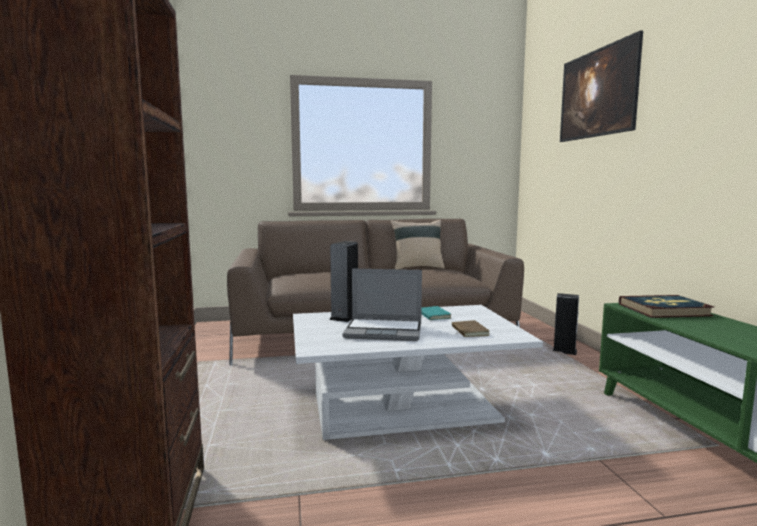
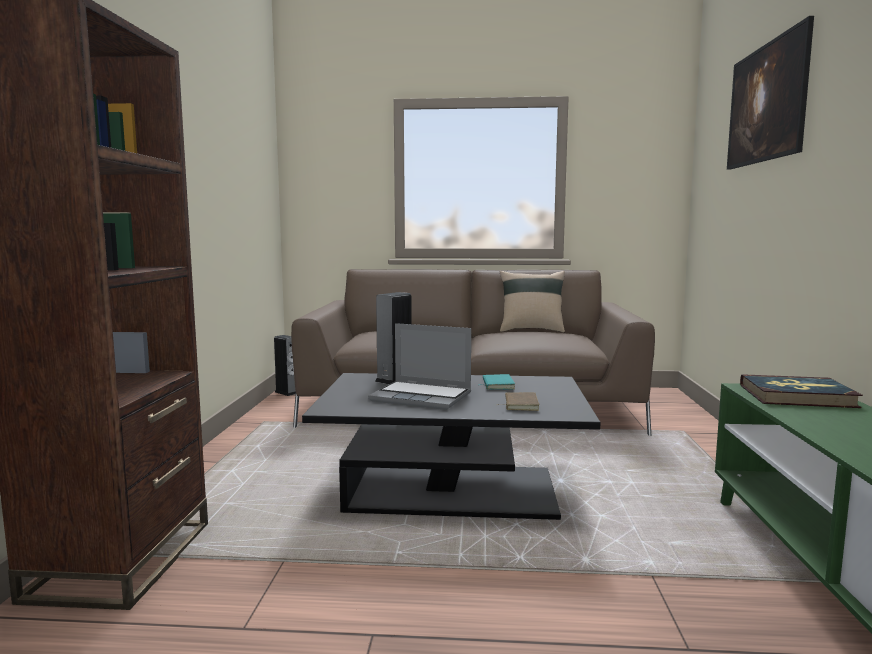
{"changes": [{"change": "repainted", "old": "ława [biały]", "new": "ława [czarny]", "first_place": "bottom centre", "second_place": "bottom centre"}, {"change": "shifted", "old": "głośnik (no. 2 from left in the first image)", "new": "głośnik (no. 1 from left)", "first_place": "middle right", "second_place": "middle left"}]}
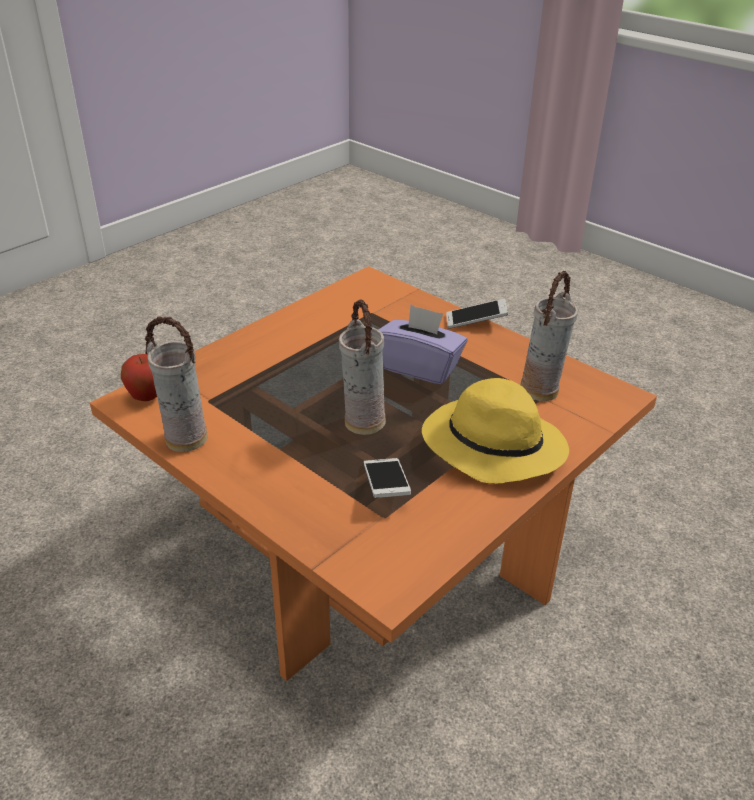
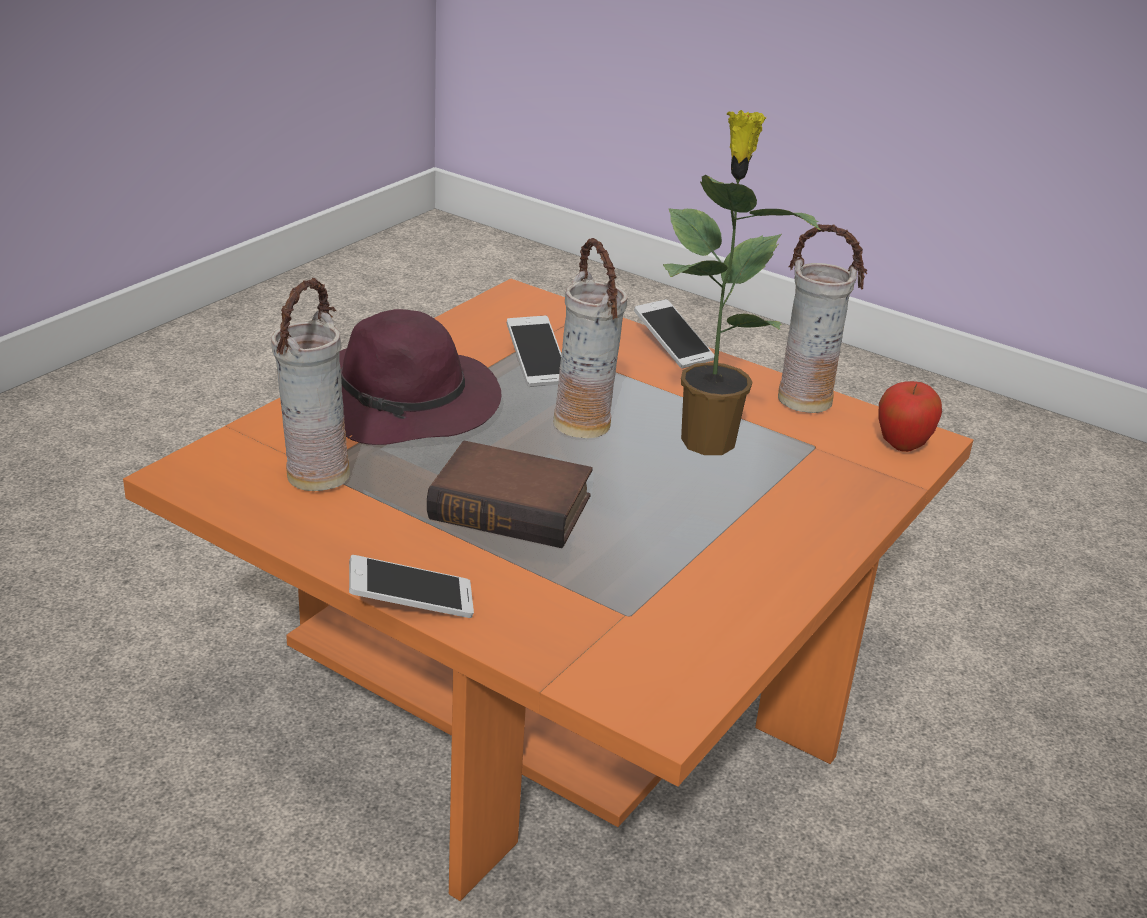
{"changes": [{"change": "swapped", "old": "pudełko chusteczek [fioletowy]", "new": "książka", "first_place": "centre", "second_place": "centre"}, {"change": "repainted", "old": "kapelusz [żółty]", "new": "kapelusz [fioletowy]", "first_place": "centre", "second_place": "centre"}, {"change": "new", "new": "telefon (no. 3 from left)", "second_place": "centre"}, {"change": "new", "new": "roślina doniczkowa", "second_place": "top centre"}]}
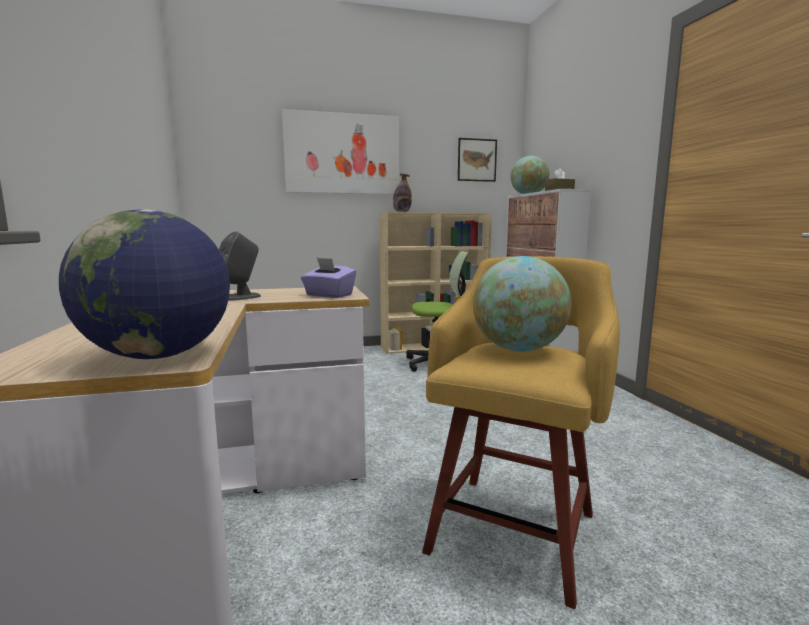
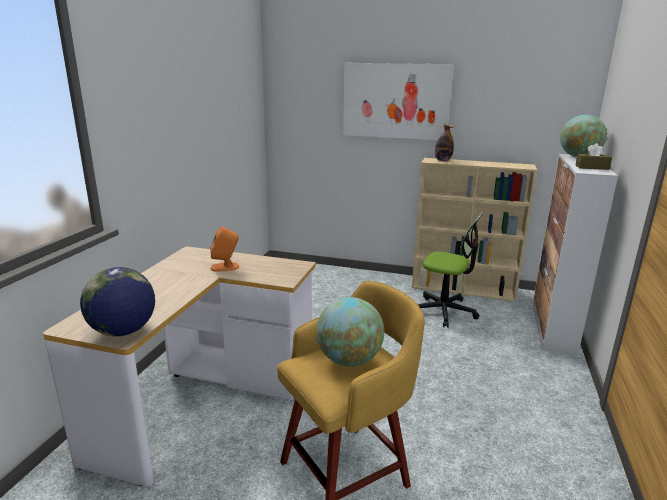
{"changes": [{"change": "repainted", "old": "głośnik [szary]", "new": "głośnik [pomarańczowy]", "first_place": "middle left", "second_place": "centre"}, {"change": "gone", "old": "pudełko chusteczek [fioletowy]", "first_place": "centre"}, {"change": "gone", "old": "obraz (no. 2 from left)", "first_place": "top centre"}]}
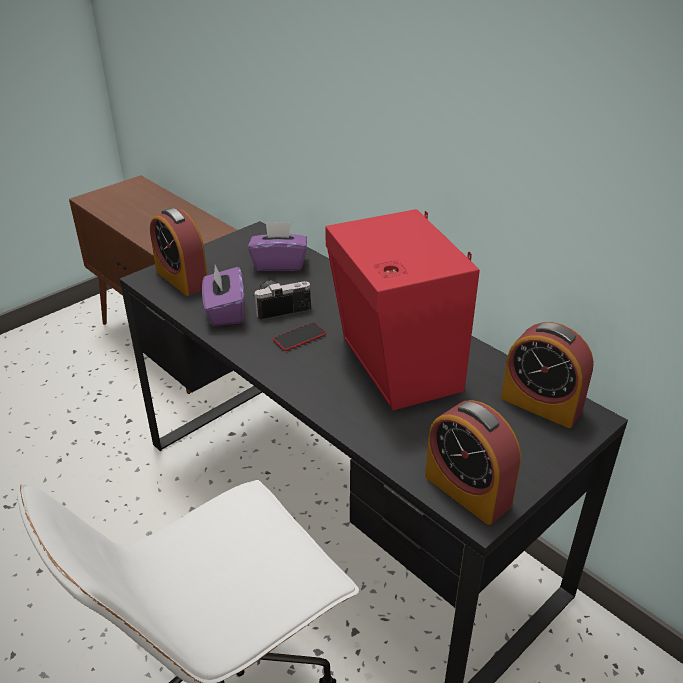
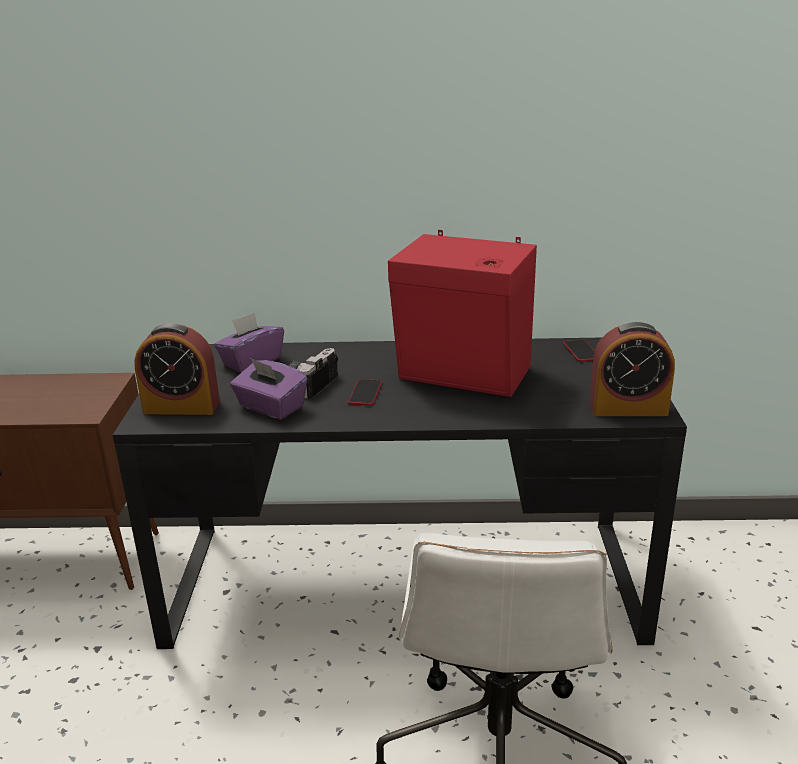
{"changes": [{"change": "swapped", "old": "budzik (no. 3 from left)", "new": "telefon (no. 2 from left)", "first_place": "middle right", "second_place": "middle right"}]}
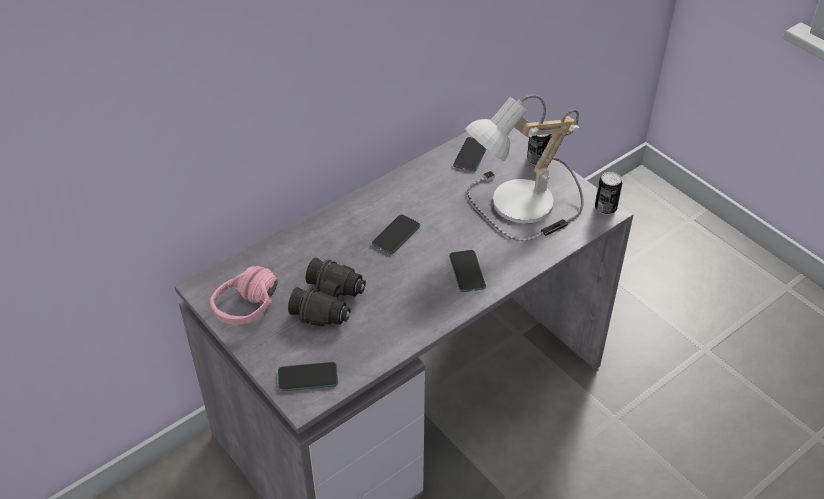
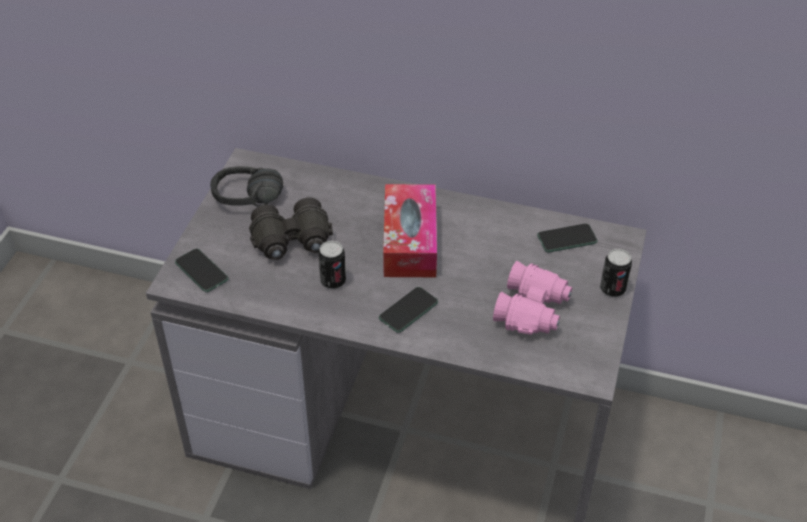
{"changes": [{"change": "repainted", "old": "słuchawki [różowy]", "new": "słuchawki [czarny]", "first_place": "middle left", "second_place": "middle left"}, {"change": "swapped", "old": "telefon (no. 2 from left)", "new": "pudełko chusteczek", "first_place": "centre", "second_place": "centre"}, {"change": "swapped", "old": "lampa stołowa", "new": "lornetka [różowy]", "first_place": "centre", "second_place": "centre"}, {"change": "shifted", "old": "puszka (no. 2 from left in the first image)", "new": "puszka (no. 1 from left)", "first_place": "middle right", "second_place": "centre"}]}
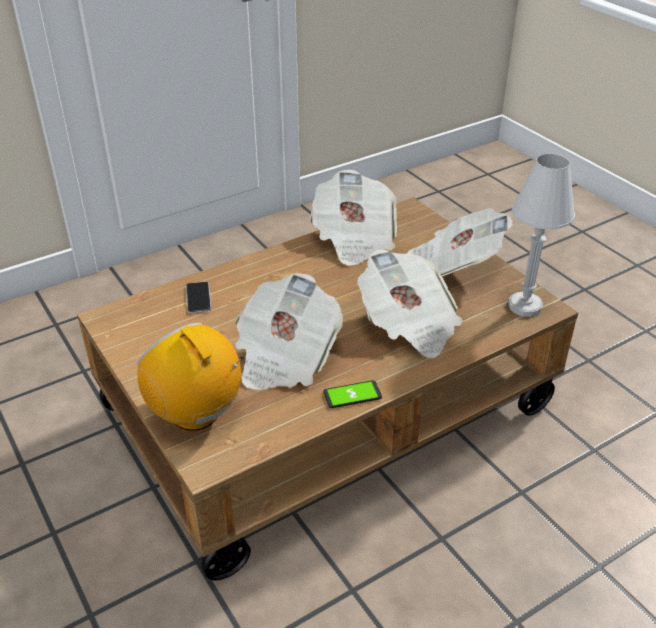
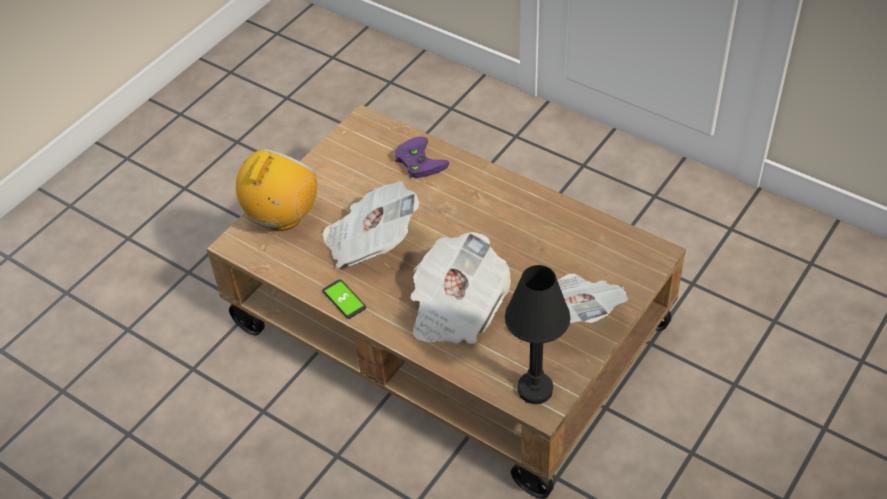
{"changes": [{"change": "swapped", "old": "telefon (no. 1 from left)", "new": "pad do gier [fioletowy]", "first_place": "middle left", "second_place": "top centre"}, {"change": "gone", "old": "gazeta (no. 2 from left)", "first_place": "centre"}, {"change": "repainted", "old": "lampa stołowa [biały]", "new": "lampa stołowa [czarny]", "first_place": "middle right", "second_place": "bottom centre"}]}
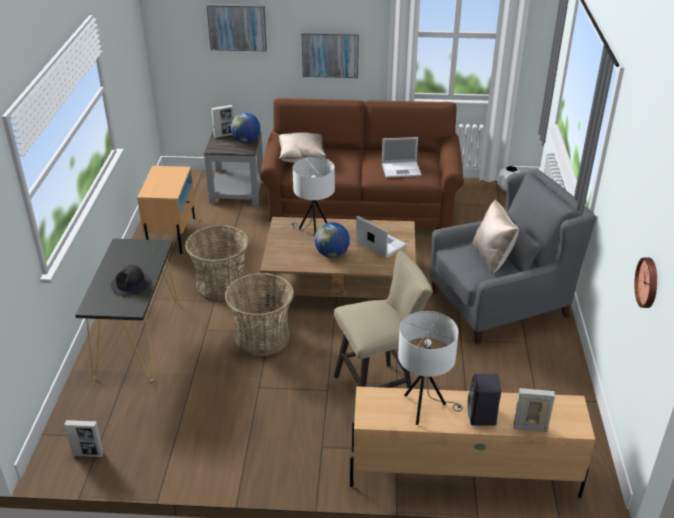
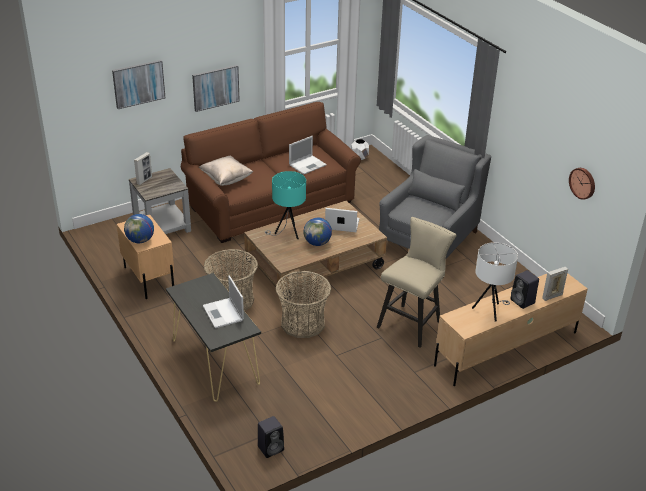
{"changes": [{"change": "swapped", "old": "ramka na zdjęcie (no. 1 from left)", "new": "głośnik [czarny] (no. 1 from left)", "first_place": "bottom left", "second_place": "bottom centre"}, {"change": "swapped", "old": "kapelusz [czarny]", "new": "laptop (no. 1 from left)", "first_place": "middle left", "second_place": "centre"}, {"change": "shifted", "old": "globus (no. 1 from left)", "first_place": "top centre", "second_place": "middle left"}, {"change": "repainted", "old": "lampa stołowa [biały] (no. 1 from left)", "new": "lampa stołowa [turkusowy]", "first_place": "centre", "second_place": "centre"}, {"change": "gone", "old": "poduszka [beżowy] (no. 2 from left)", "first_place": "middle right"}]}
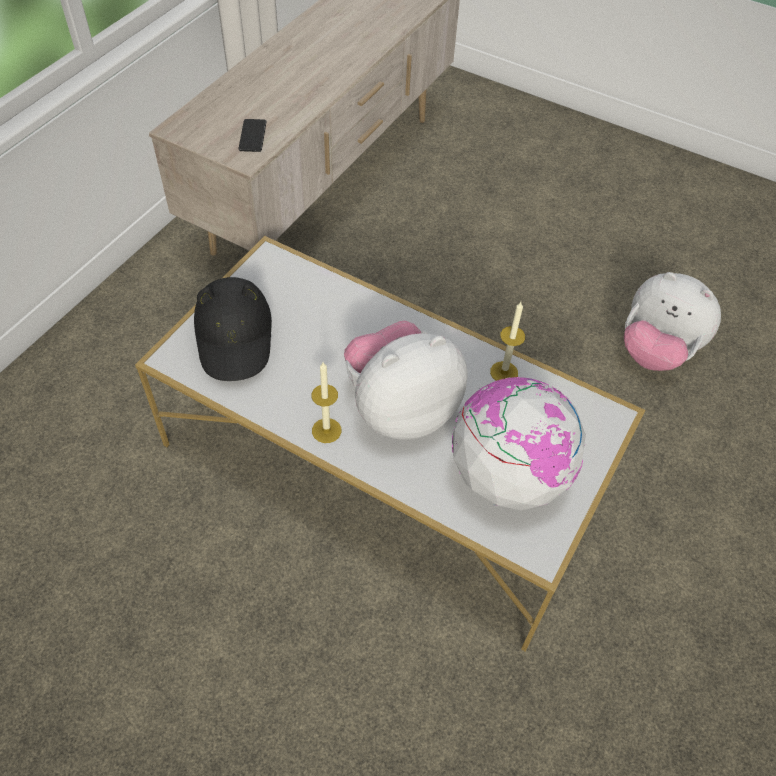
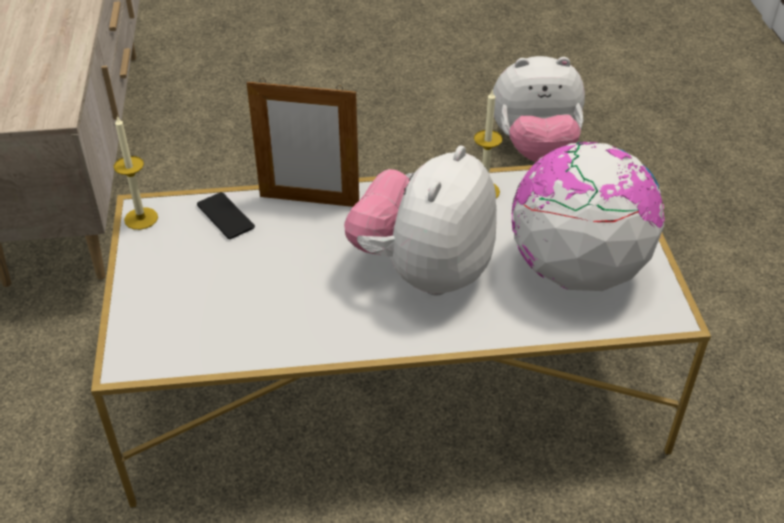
{"changes": [{"change": "gone", "old": "kapelusz [czarny]", "first_place": "middle left"}, {"change": "shifted", "old": "telefon", "first_place": "top left", "second_place": "middle left"}, {"change": "shifted", "old": "świeca (no. 1 from left)", "first_place": "centre", "second_place": "top left"}, {"change": "new", "new": "ramka na zdjęcie", "second_place": "top centre"}]}
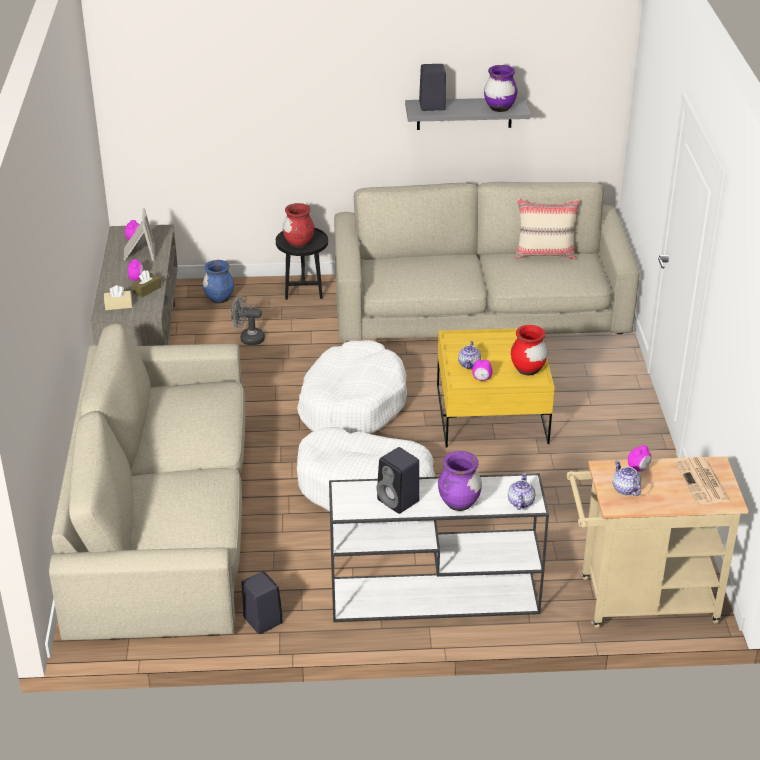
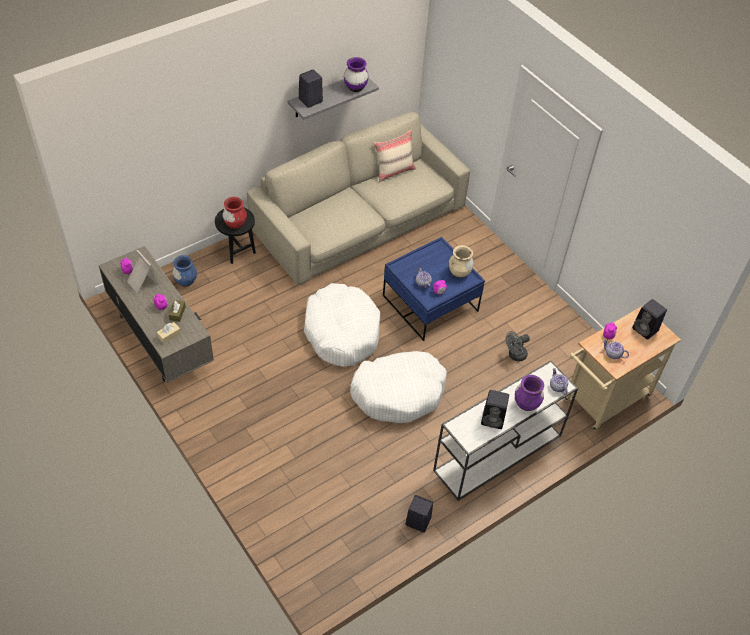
{"changes": [{"change": "gone", "old": "kanapa [beżowy] (no. 1 from left)", "first_place": "middle left"}, {"change": "shifted", "old": "wentylator [szary]", "first_place": "middle left", "second_place": "middle right"}, {"change": "repainted", "old": "ława [żółty]", "new": "ława [niebieski]", "first_place": "centre", "second_place": "centre"}, {"change": "repainted", "old": "wazon [czerwony] (no. 2 from left)", "new": "wazon [beżowy]", "first_place": "middle right", "second_place": "centre"}, {"change": "swapped", "old": "gazeta", "new": "głośnik [czarny] (no. 4 from left)", "first_place": "middle right", "second_place": "middle right"}]}
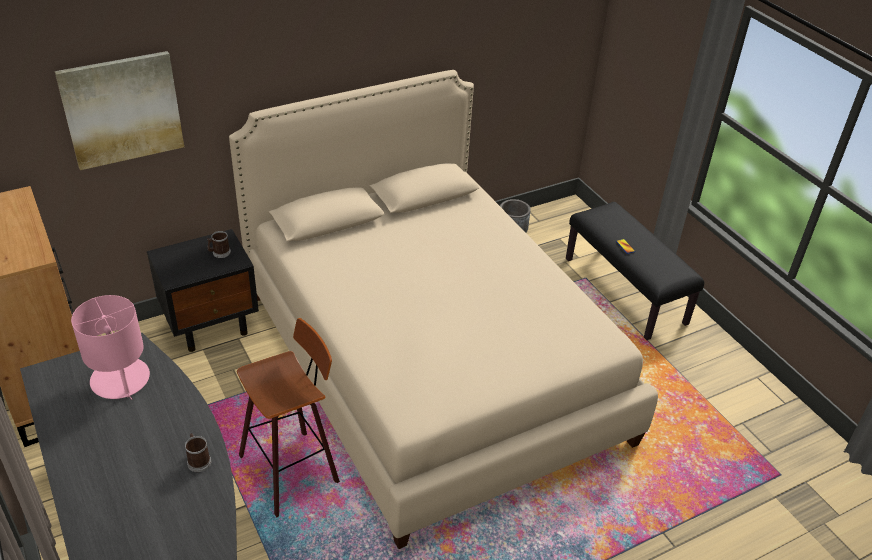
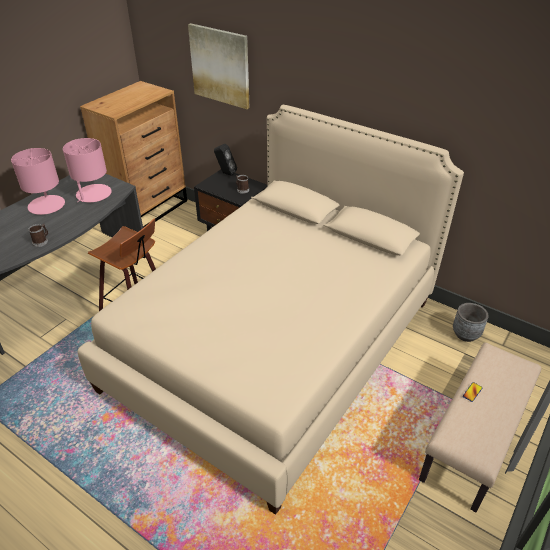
{"changes": [{"change": "repainted", "old": "ławka [czarny]", "new": "ławka [beżowy]", "first_place": "middle right", "second_place": "bottom right"}, {"change": "new", "new": "lampa stołowa [różowy] (no. 1 from left)", "second_place": "top left"}, {"change": "new", "new": "głośnik [czarny]", "second_place": "top centre"}]}
